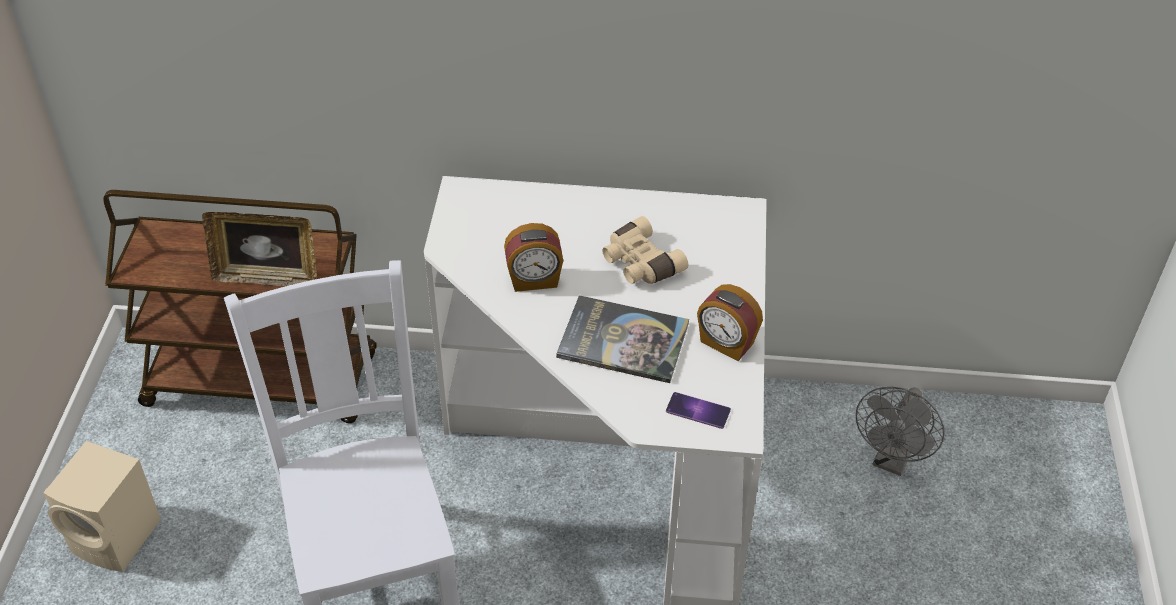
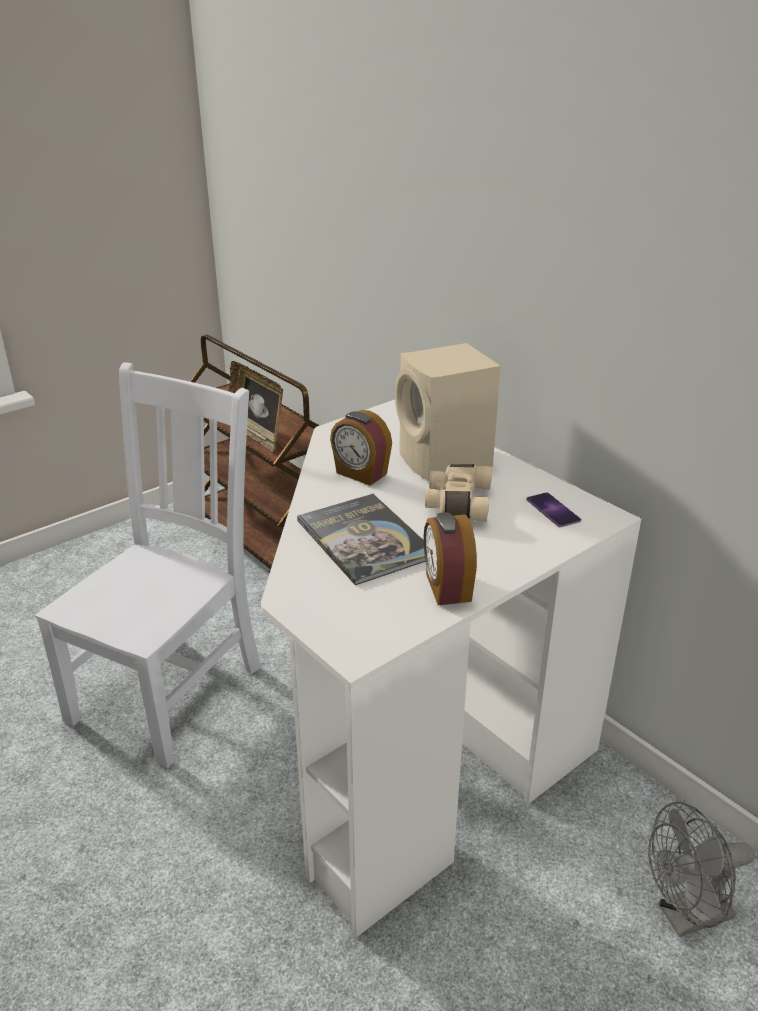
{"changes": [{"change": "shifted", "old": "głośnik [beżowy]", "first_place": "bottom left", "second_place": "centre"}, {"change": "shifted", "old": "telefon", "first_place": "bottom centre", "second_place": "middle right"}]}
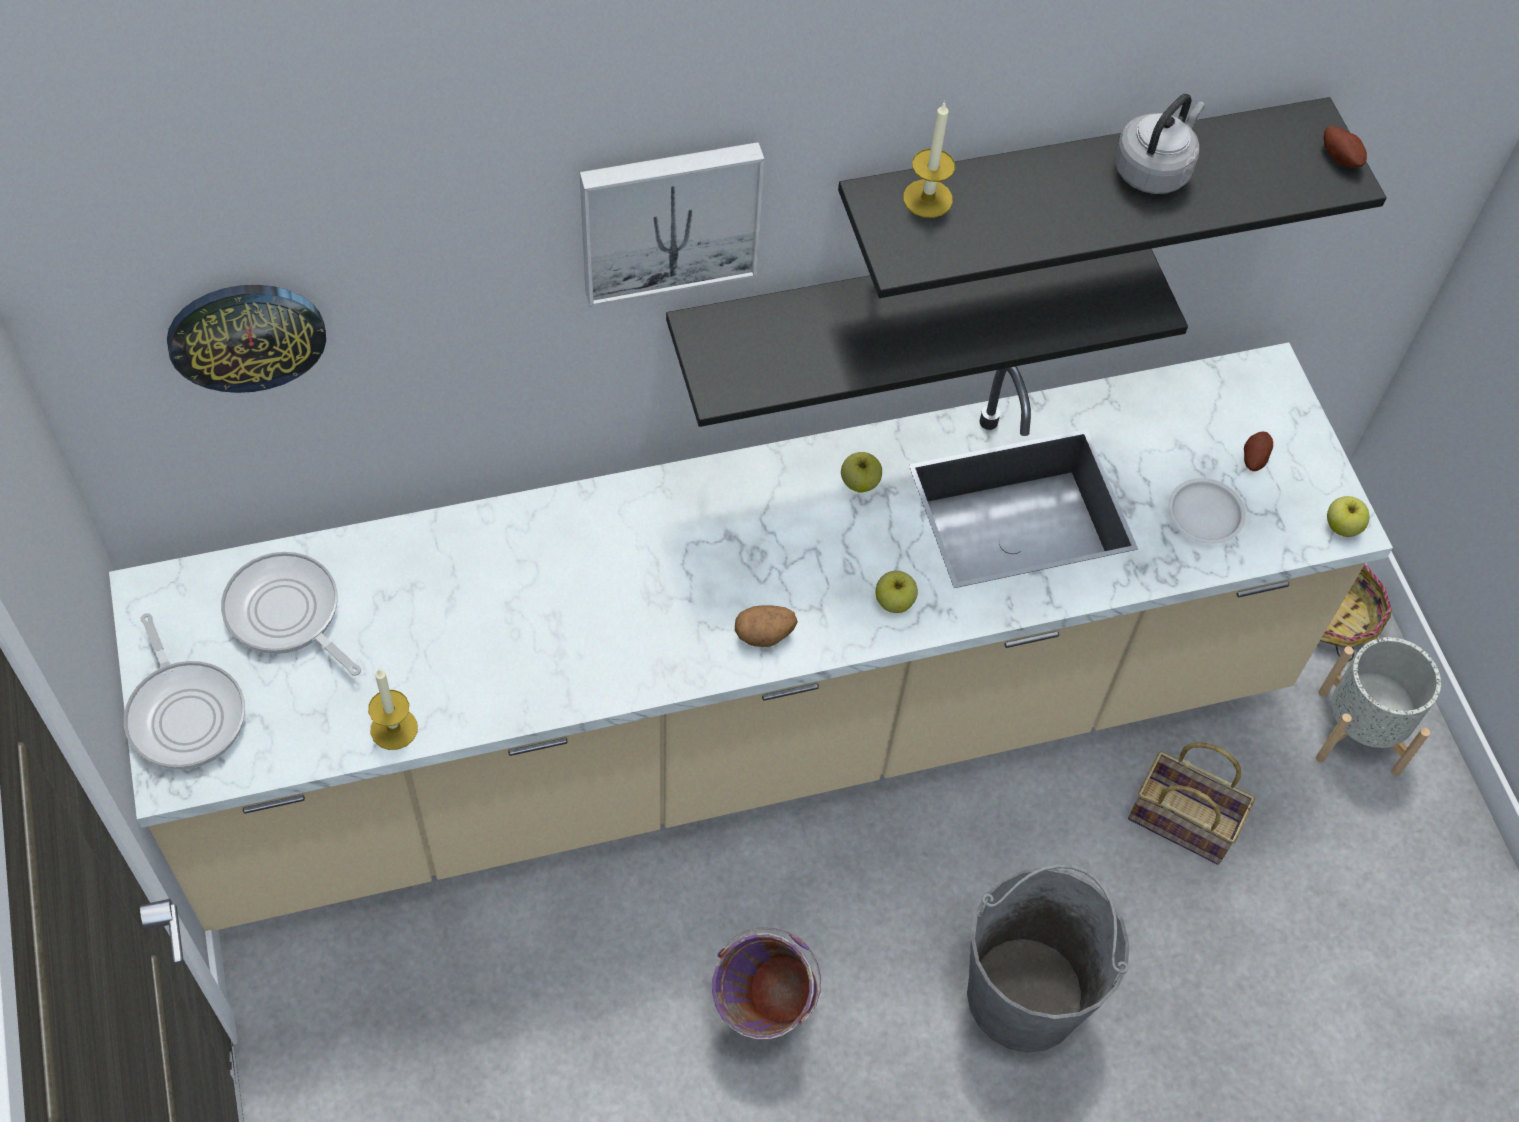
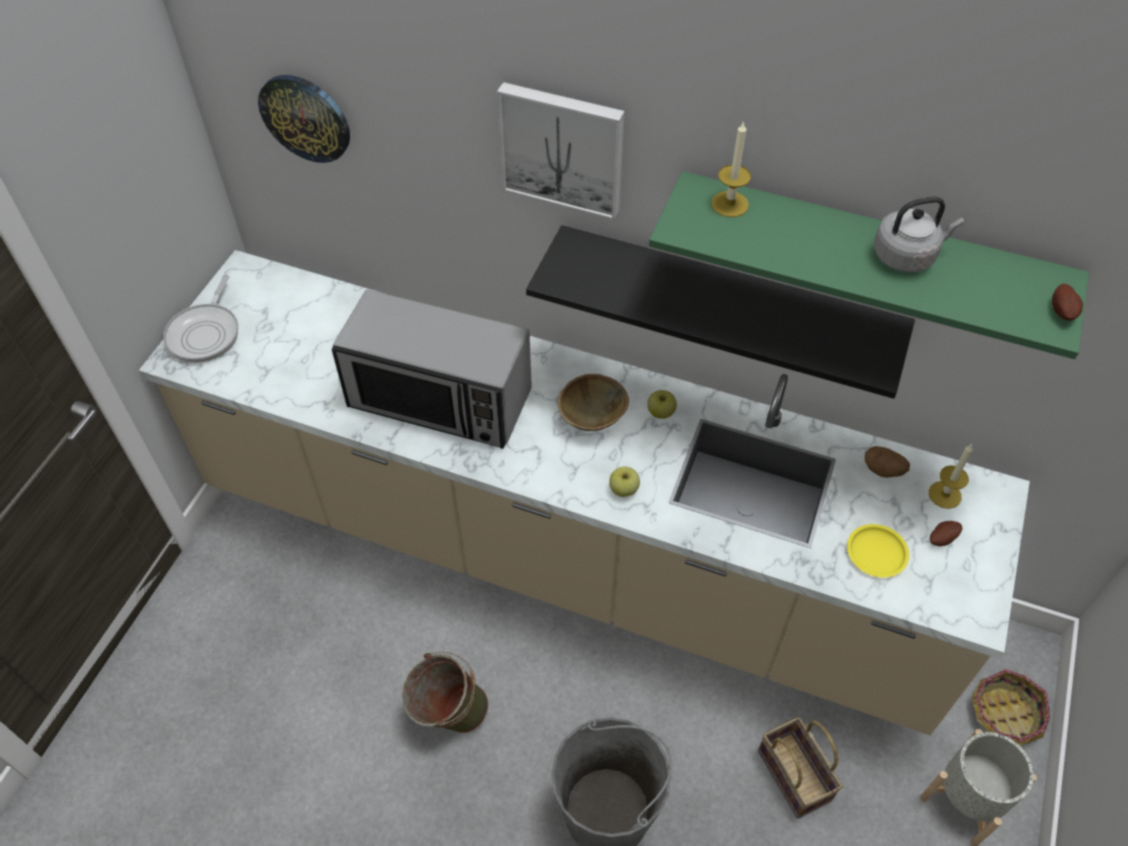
{"changes": [{"change": "gone", "old": "patelnia (no. 2 from left)", "first_place": "middle left"}, {"change": "shifted", "old": "świeca (no. 1 from left in the first image)", "new": "świeca (no. 2 from left)", "first_place": "middle left", "second_place": "middle right"}, {"change": "repainted", "old": "wiadro [fioletowy]", "new": "wiadro [zielony]", "first_place": "bottom centre", "second_place": "bottom centre"}, {"change": "shifted", "old": "ziemniak (no. 1 from left)", "first_place": "centre", "second_place": "middle right"}, {"change": "repainted", "old": "półka [czarny] (no. 2 from left)", "new": "półka [zielony]", "first_place": "top right", "second_place": "top right"}, {"change": "repainted", "old": "talerz [biały]", "new": "talerz [żółty]", "first_place": "middle right", "second_place": "middle right"}, {"change": "gone", "old": "jabłko (no. 3 from left)", "first_place": "middle right"}, {"change": "new", "new": "mikrofalówka", "second_place": "centre"}, {"change": "new", "new": "miska [brązowy]", "second_place": "centre"}]}
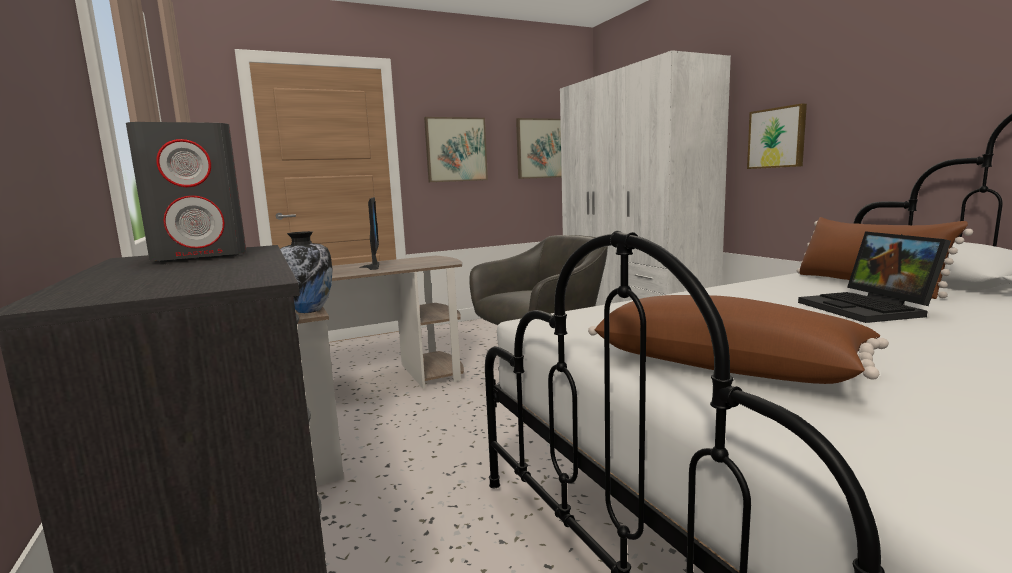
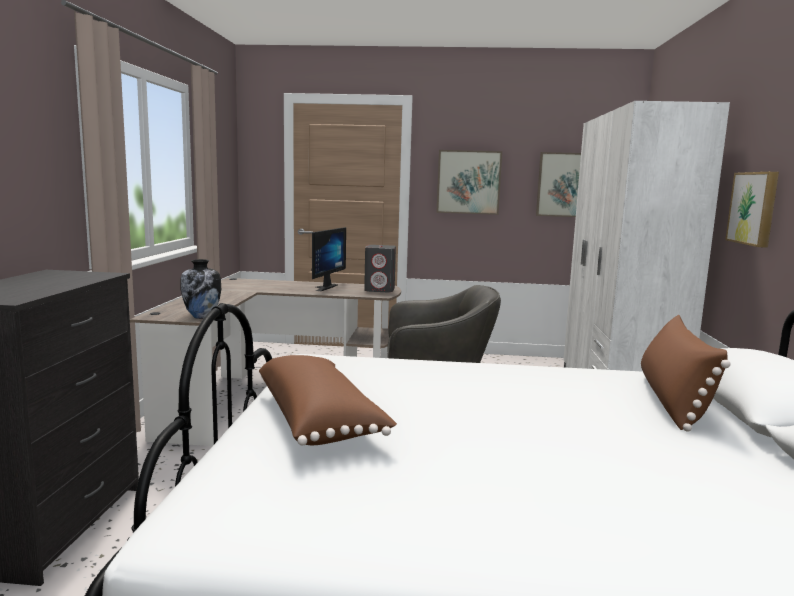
{"changes": [{"change": "shifted", "old": "głośnik [szary]", "first_place": "middle left", "second_place": "centre"}, {"change": "gone", "old": "laptop", "first_place": "middle right"}]}
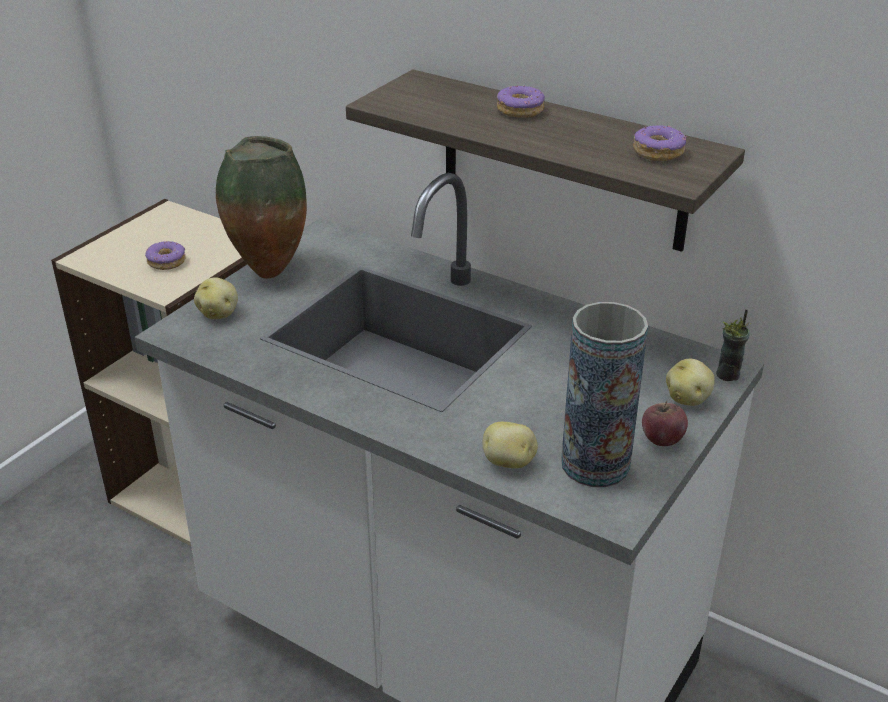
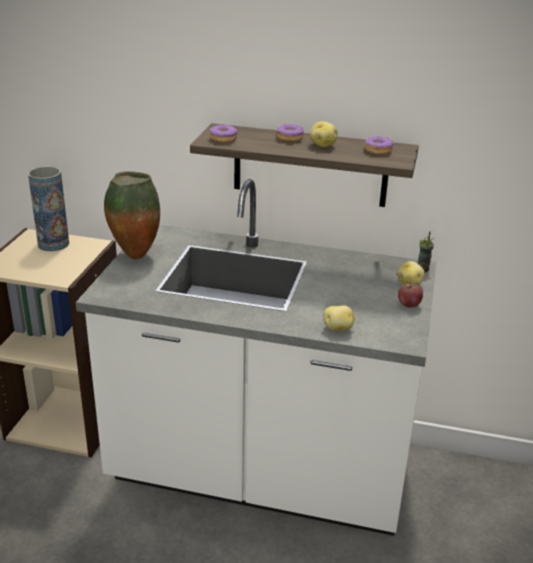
{"changes": [{"change": "shifted", "old": "donut (no. 1 from left)", "first_place": "middle left", "second_place": "top centre"}, {"change": "shifted", "old": "ziemniak (no. 1 from left)", "first_place": "middle left", "second_place": "top centre"}, {"change": "shifted", "old": "wazon (no. 2 from left in the first image)", "new": "wazon (no. 1 from left)", "first_place": "middle right", "second_place": "middle left"}]}
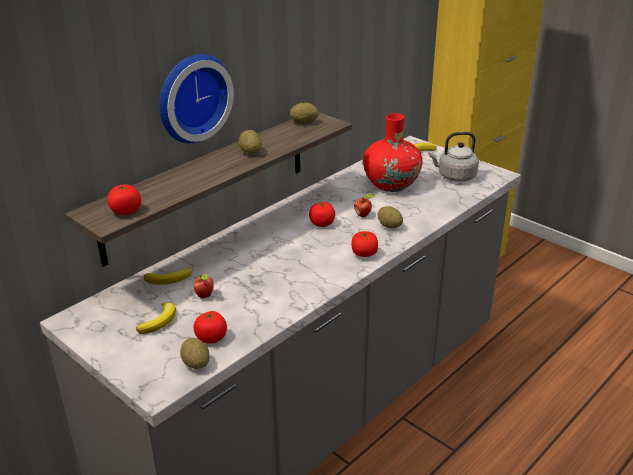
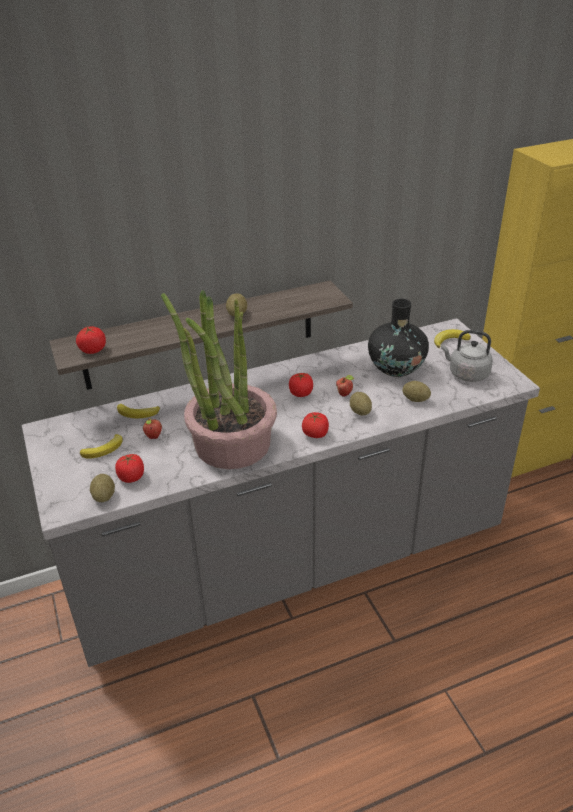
{"changes": [{"change": "gone", "old": "zegar ścienny", "first_place": "top left"}, {"change": "shifted", "old": "ziemniak (no. 3 from left in the first image)", "new": "ziemniak (no. 4 from left)", "first_place": "top centre", "second_place": "middle right"}, {"change": "repainted", "old": "wazon [czerwony]", "new": "wazon [czarny]", "first_place": "top centre", "second_place": "middle right"}, {"change": "new", "new": "roślina doniczkowa", "second_place": "centre"}]}
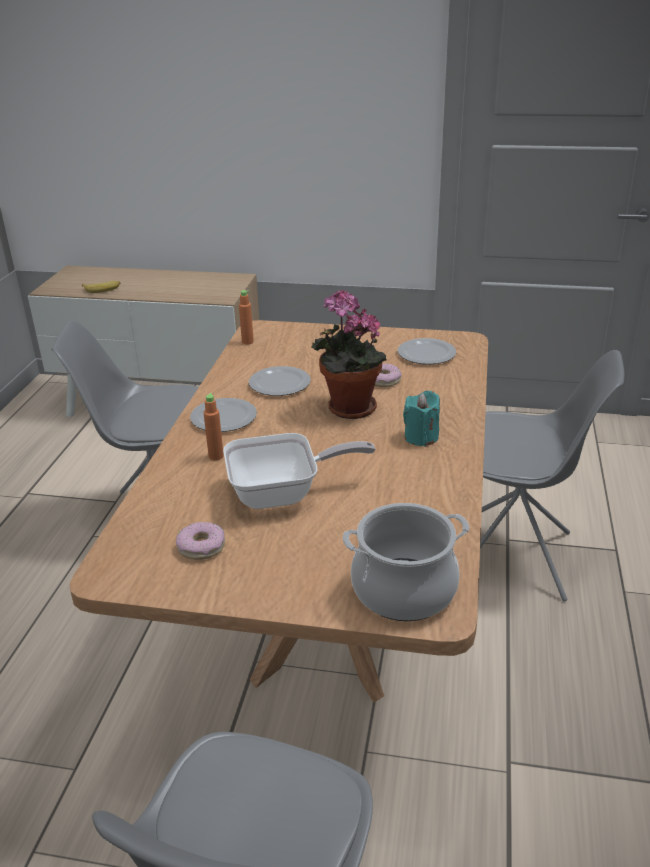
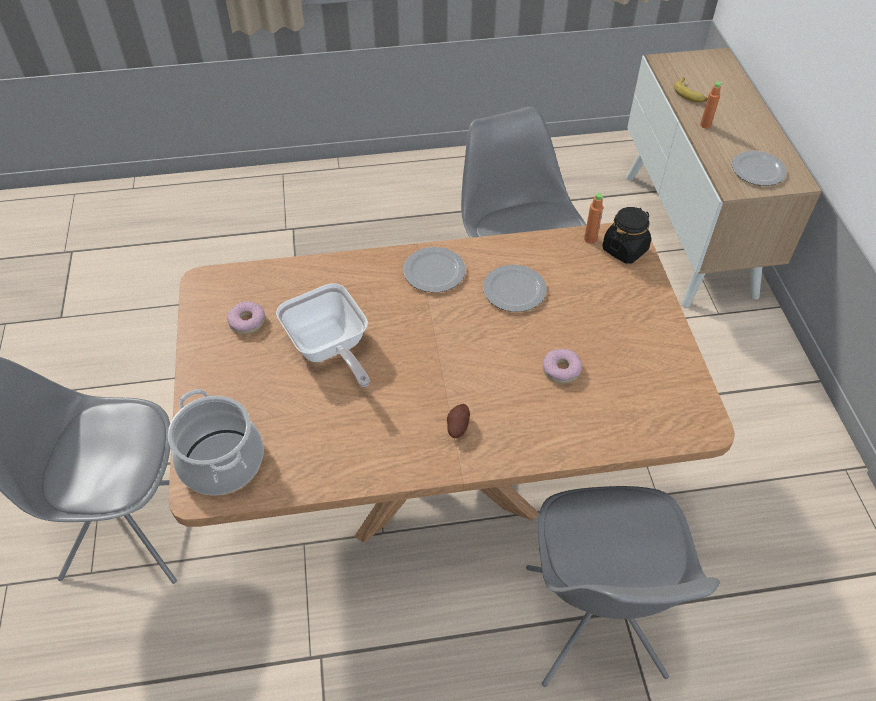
{"changes": [{"change": "shifted", "old": "butelka [pomarańczowy] (no. 1 from left in the first image)", "new": "butelka [pomarańczowy] (no. 2 from left)", "first_place": "middle left", "second_place": "top right"}, {"change": "gone", "old": "roślina doniczkowa", "first_place": "centre"}, {"change": "shifted", "old": "talerz (no. 3 from left)", "first_place": "centre", "second_place": "top right"}, {"change": "swapped", "old": "świeca [turkusowy]", "new": "ziemniak", "first_place": "centre", "second_place": "centre"}, {"change": "new", "new": "słoik [czarny]", "second_place": "middle right"}]}
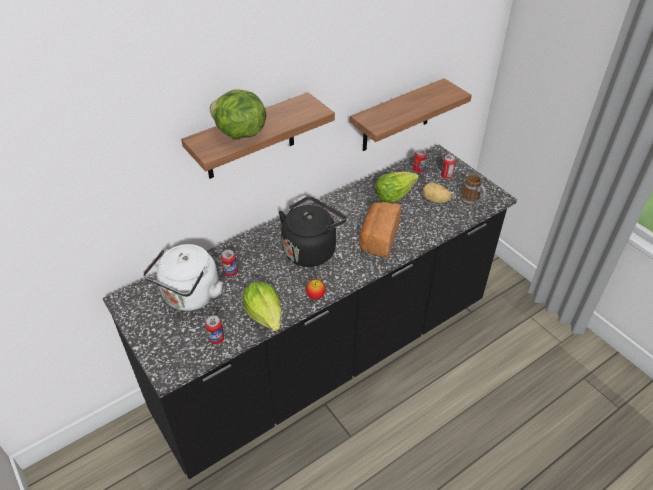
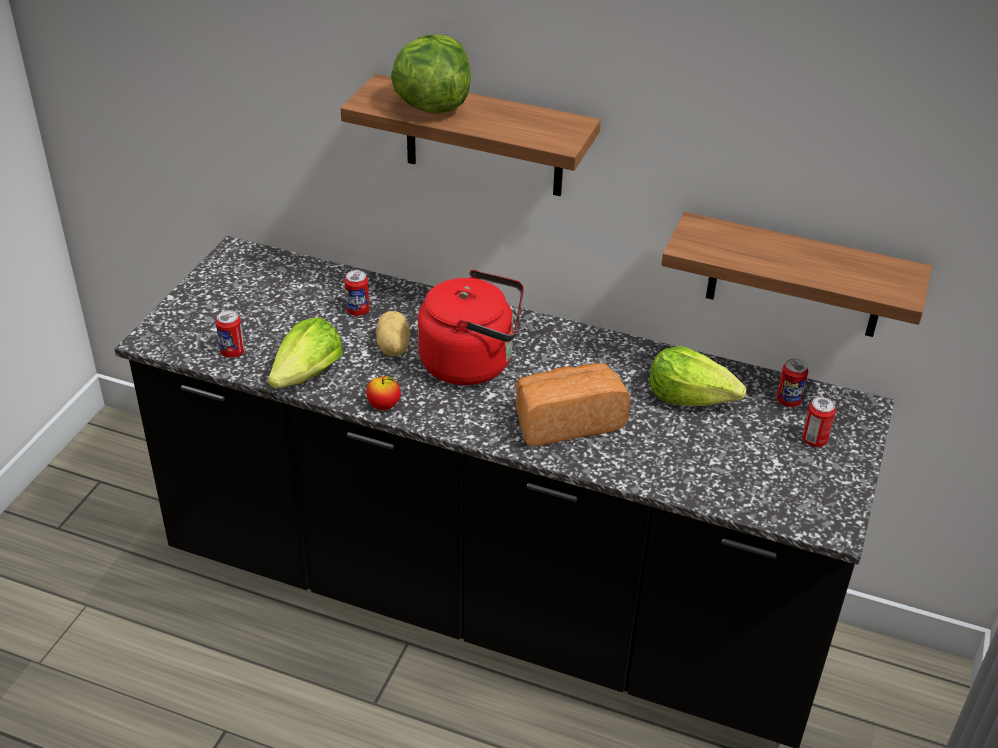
{"changes": [{"change": "gone", "old": "czajnik [biały]", "first_place": "middle left"}, {"change": "repainted", "old": "czajnik [czarny]", "new": "czajnik [czerwony]", "first_place": "centre", "second_place": "centre"}, {"change": "shifted", "old": "ziemniak", "first_place": "middle right", "second_place": "centre"}, {"change": "gone", "old": "kubek", "first_place": "middle right"}]}
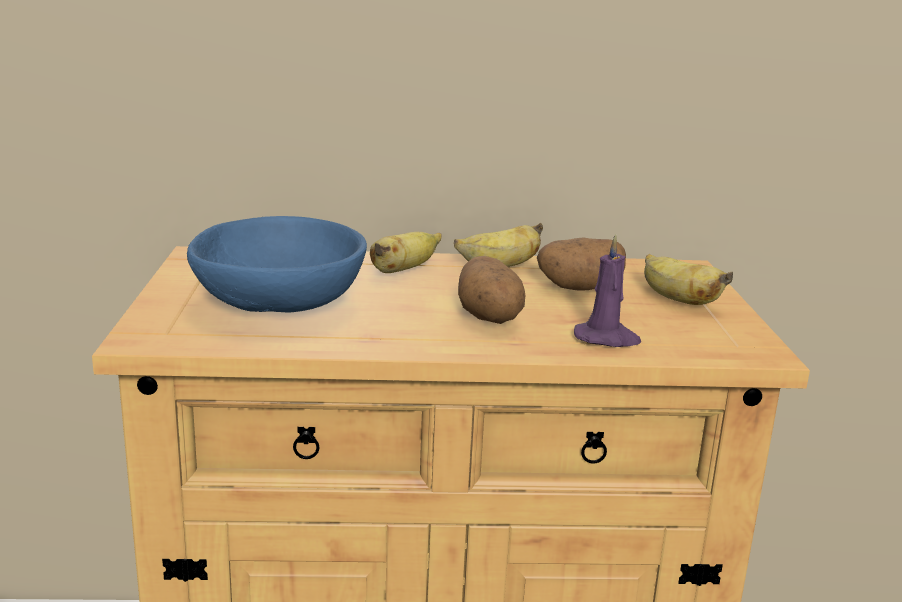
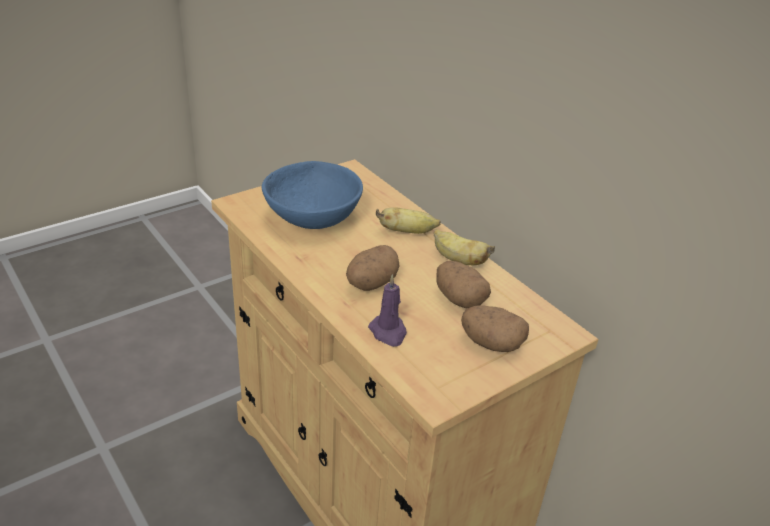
{"changes": [{"change": "swapped", "old": "banan (no. 3 from left)", "new": "ziemniak (no. 3 from left)", "first_place": "middle right", "second_place": "centre"}]}
